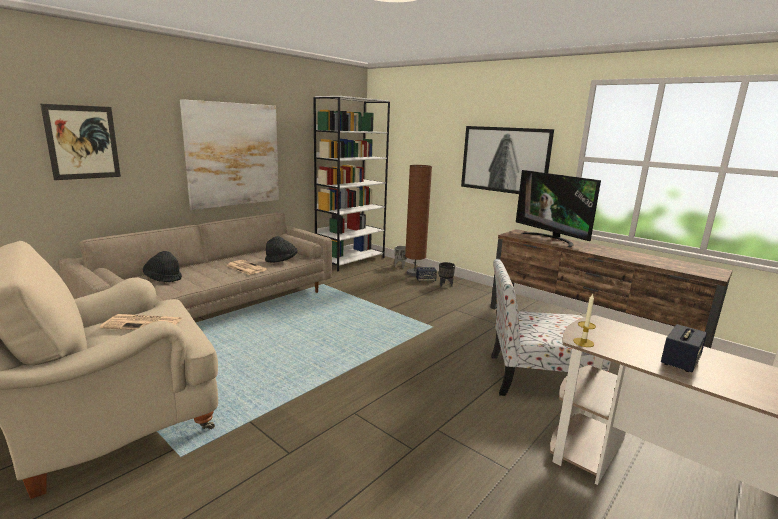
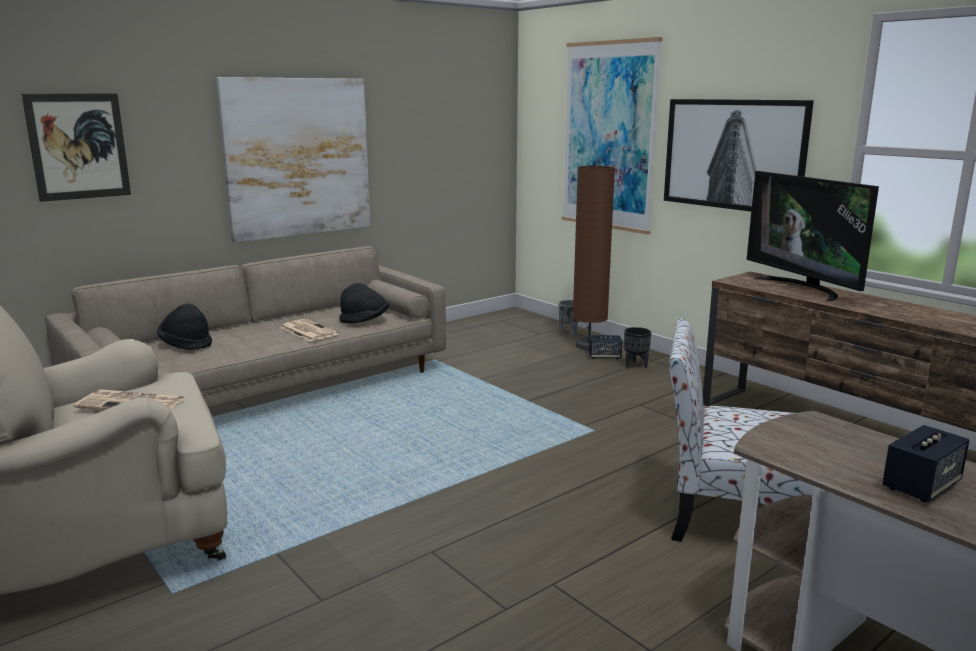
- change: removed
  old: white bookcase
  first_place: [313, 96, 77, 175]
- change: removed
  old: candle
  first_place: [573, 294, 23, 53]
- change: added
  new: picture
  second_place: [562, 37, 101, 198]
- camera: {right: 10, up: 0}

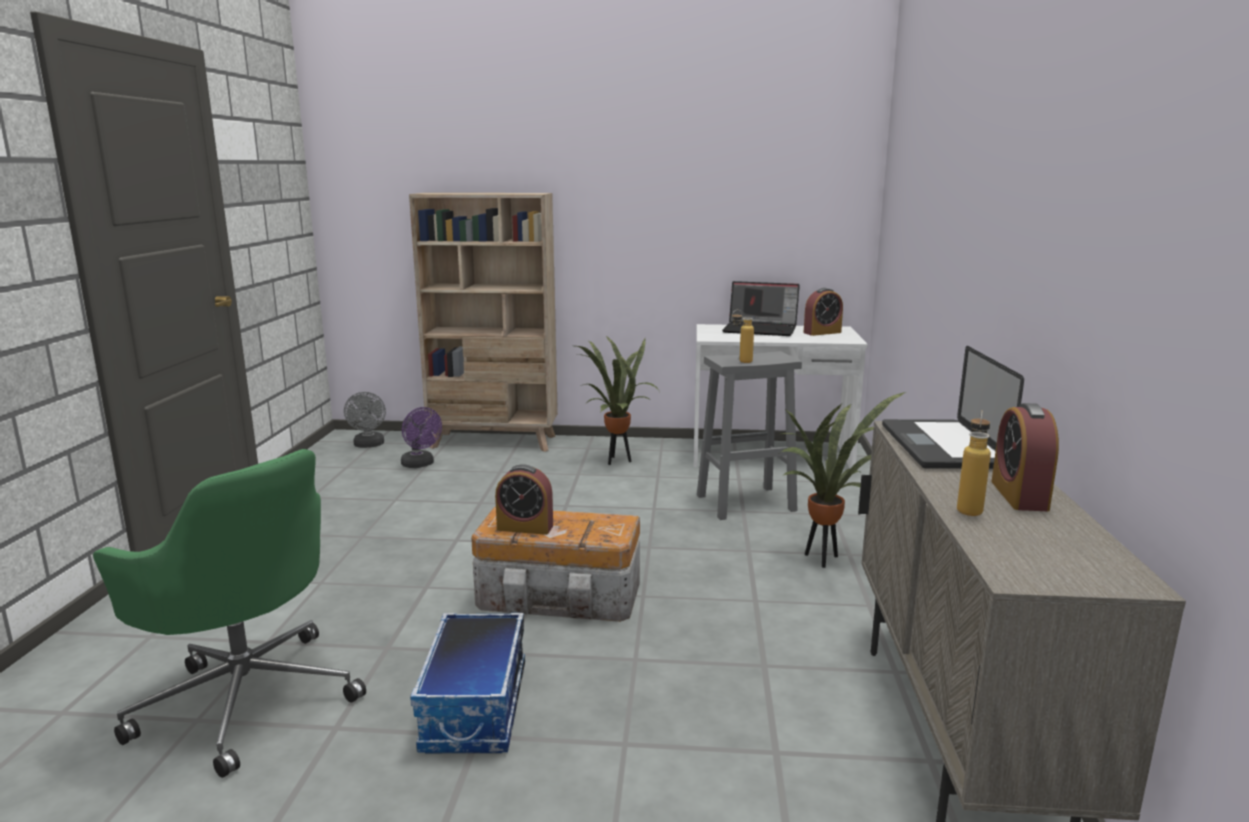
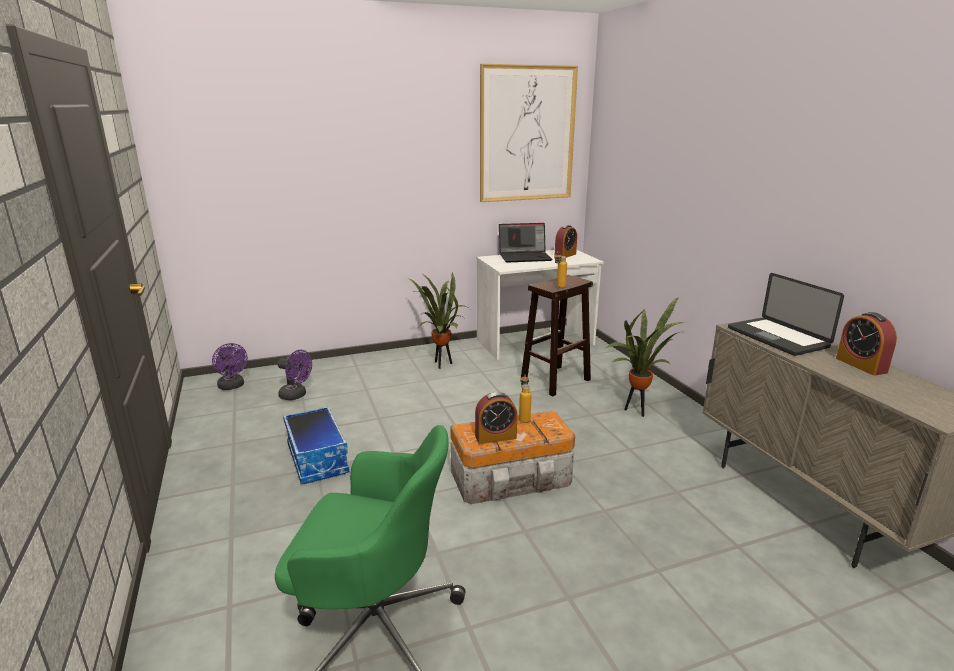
- change: recoloured
  old: grey fan
  new: purple fan
  first_place: [344, 392, 42, 56]
  second_place: [212, 343, 36, 47]
- change: removed
  old: beige bookcase
  first_place: [409, 193, 149, 259]
- change: moved
  old: storage box
  first_place: [410, 613, 115, 140]
  second_place: [283, 406, 66, 78]
- change: recoloured
  old: grey stool
  new: brown stool
  first_place: [697, 351, 105, 169]
  second_place: [521, 275, 72, 121]
- change: moved
  old: bottle
  first_place: [957, 410, 34, 106]
  second_place: [519, 373, 12, 50]
- change: added
  new: picture
  second_place: [480, 64, 98, 138]
- camera: {right: -25, up: 5}

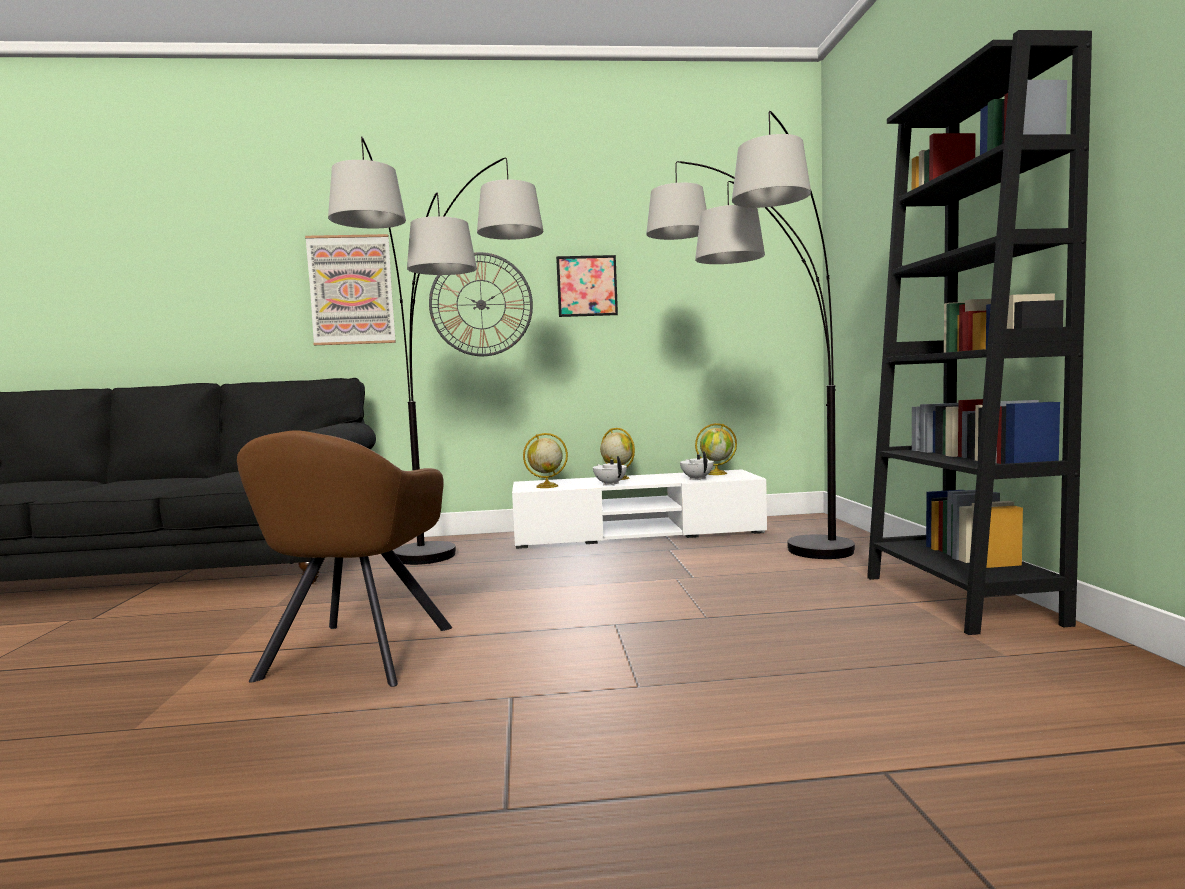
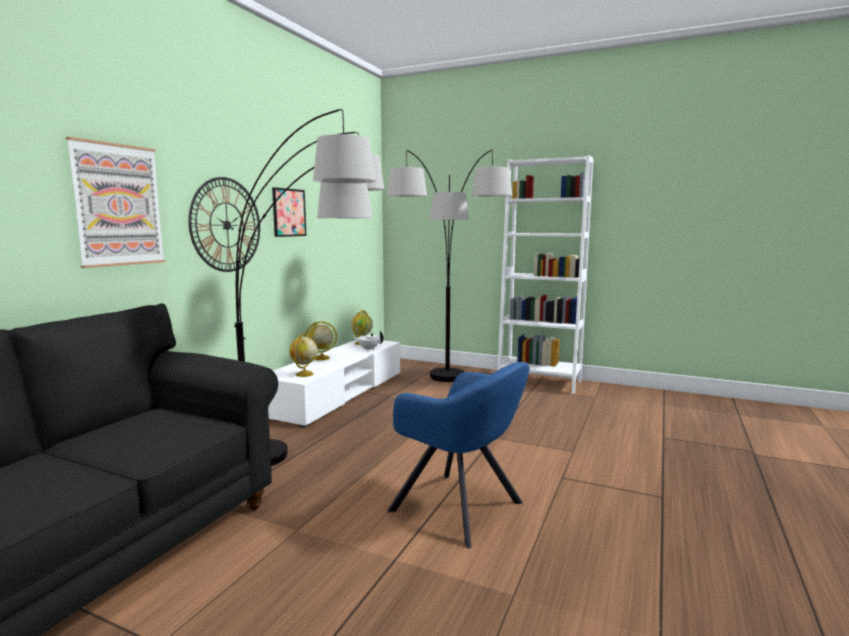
- change: recoloured
  old: brown armchair
  new: blue armchair
  first_place: [237, 430, 215, 257]
  second_place: [387, 362, 143, 186]
- change: removed
  old: white teapot
  first_place: [593, 456, 34, 30]
- change: recoloured
  old: black bookcase
  new: white bookcase
  first_place: [867, 30, 225, 605]
  second_place: [498, 155, 95, 239]
- camera: {right: -60, up: 5}

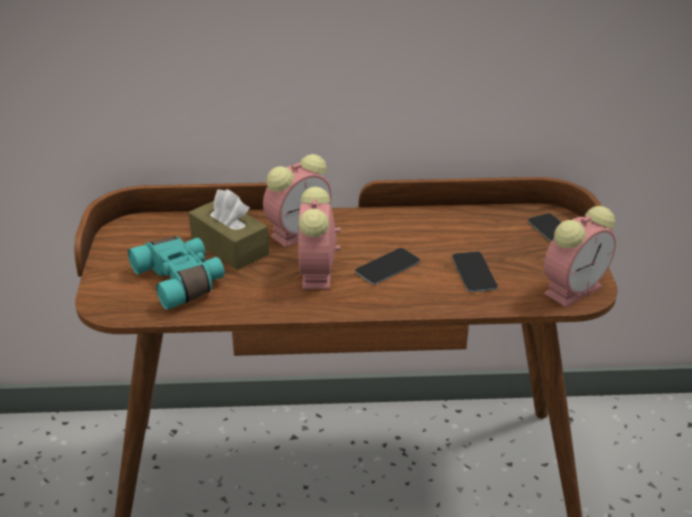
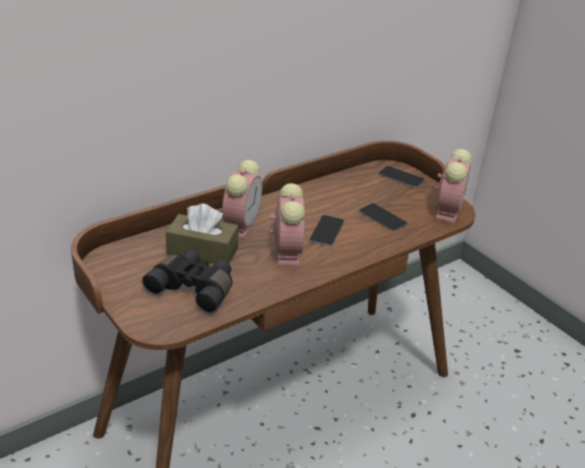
- change: recoloured
  old: turquoise binoculars
  new: black binoculars
  first_place: [128, 236, 97, 74]
  second_place: [142, 250, 90, 63]
- change: turned
  old: alarm clock
  first_place: [298, 187, 43, 102]
  second_place: [270, 183, 35, 83]
  degrees: -150
- camera: {right: -35, up: 0}

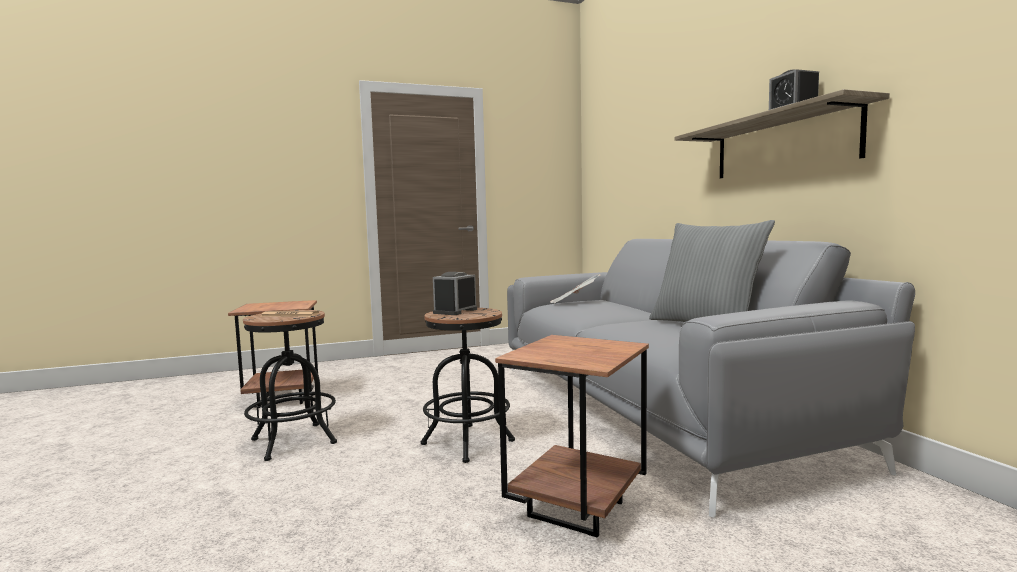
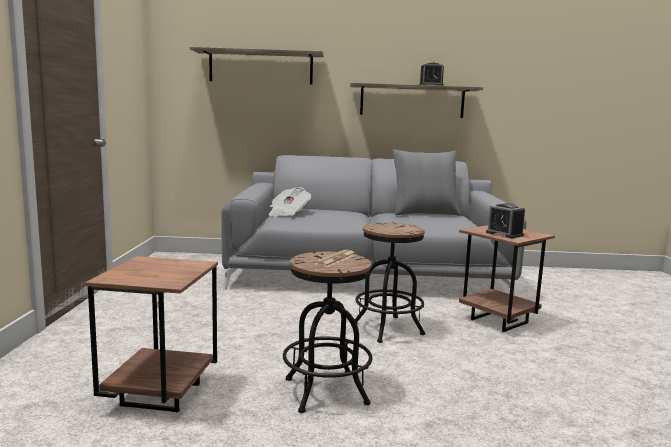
- change: moved
  old: alarm clock
  first_place: [433, 272, 44, 43]
  second_place: [486, 203, 39, 35]
- change: added
  new: shelf
  second_place: [190, 47, 134, 38]
- camera: {right: -70, up: 5}

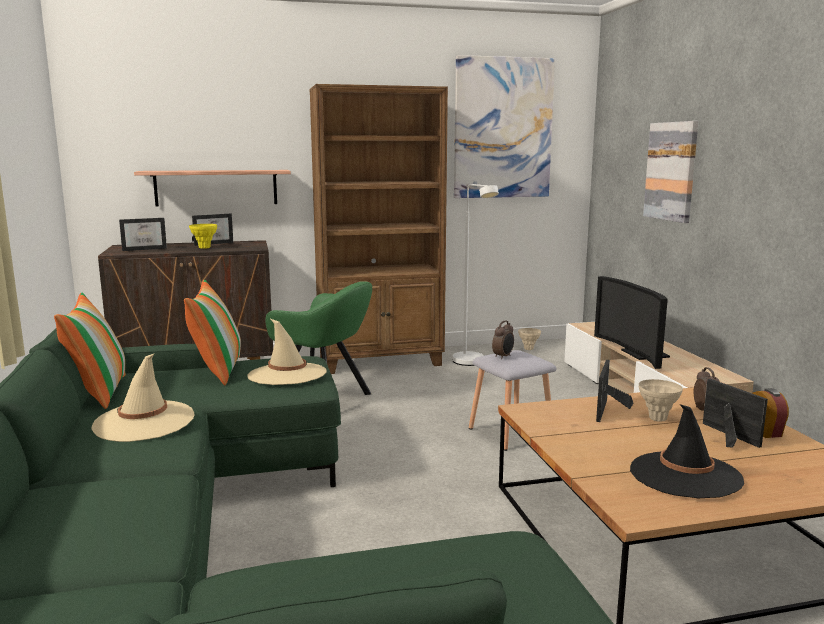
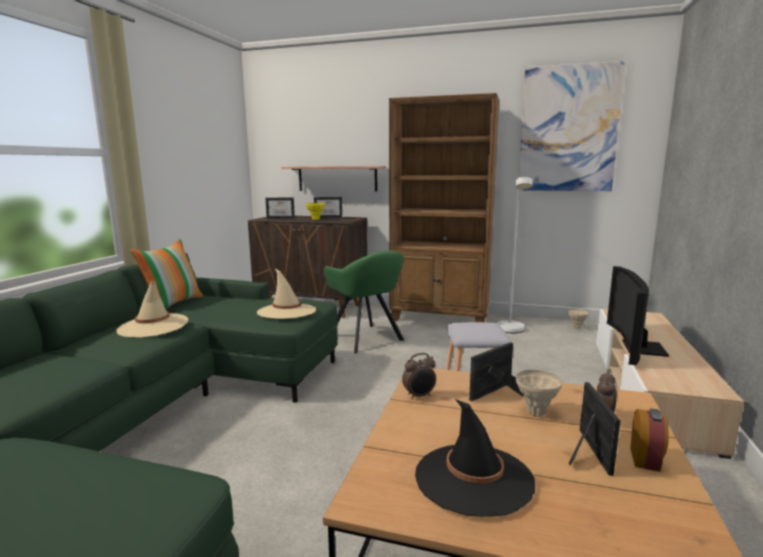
- change: removed
  old: pillow
  first_place: [184, 279, 57, 106]
- change: moved
  old: alarm clock
  first_place: [492, 321, 22, 38]
  second_place: [402, 353, 34, 47]
- change: removed
  old: picture
  first_place: [643, 121, 56, 102]
- camera: {right: 30, up: 0}

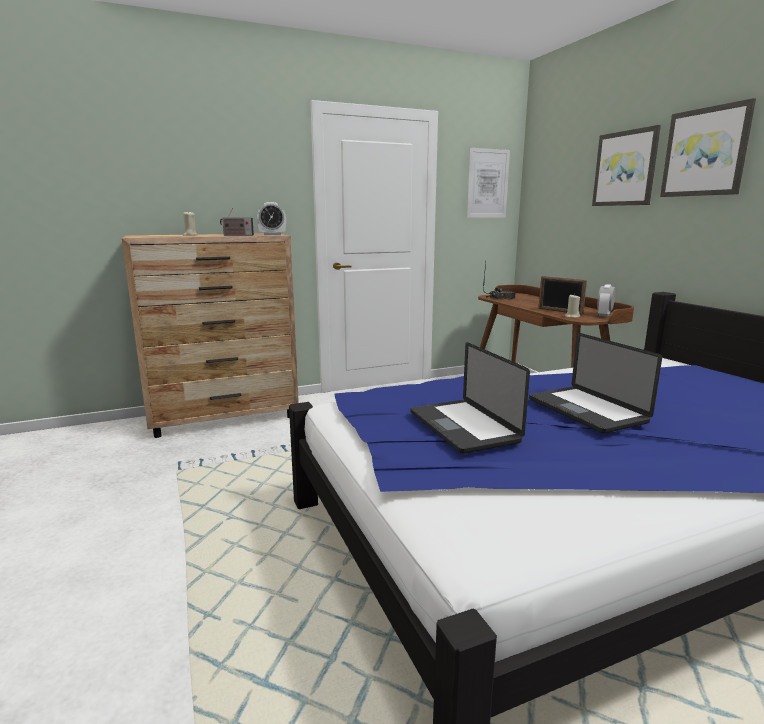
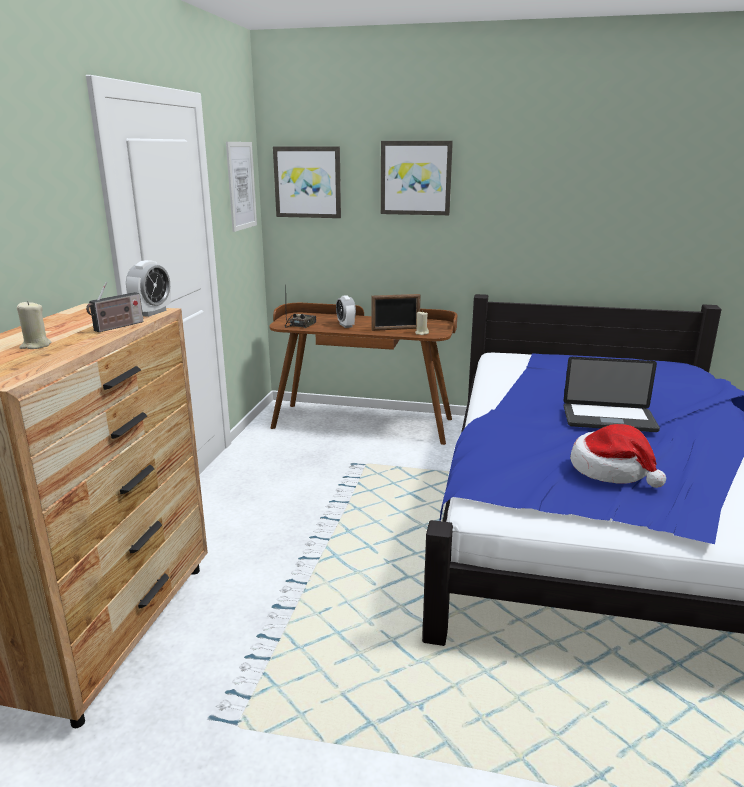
- change: replaced
  old: laptop
  new: hat
  first_place: [410, 342, 120, 112]
  second_place: [570, 424, 96, 64]
- change: moved
  old: alarm clock
  first_place: [597, 284, 19, 33]
  second_place: [336, 295, 20, 33]
- change: moved
  old: picture
  first_place: [660, 98, 96, 99]
  second_place: [273, 146, 68, 72]
- camera: {right: -55, up: 5}

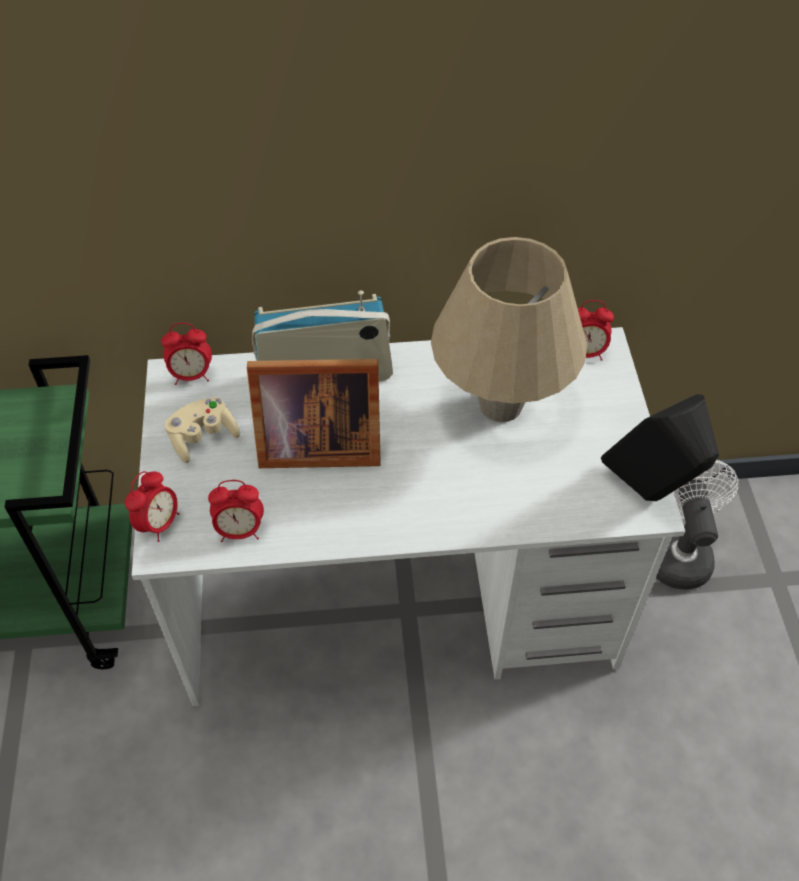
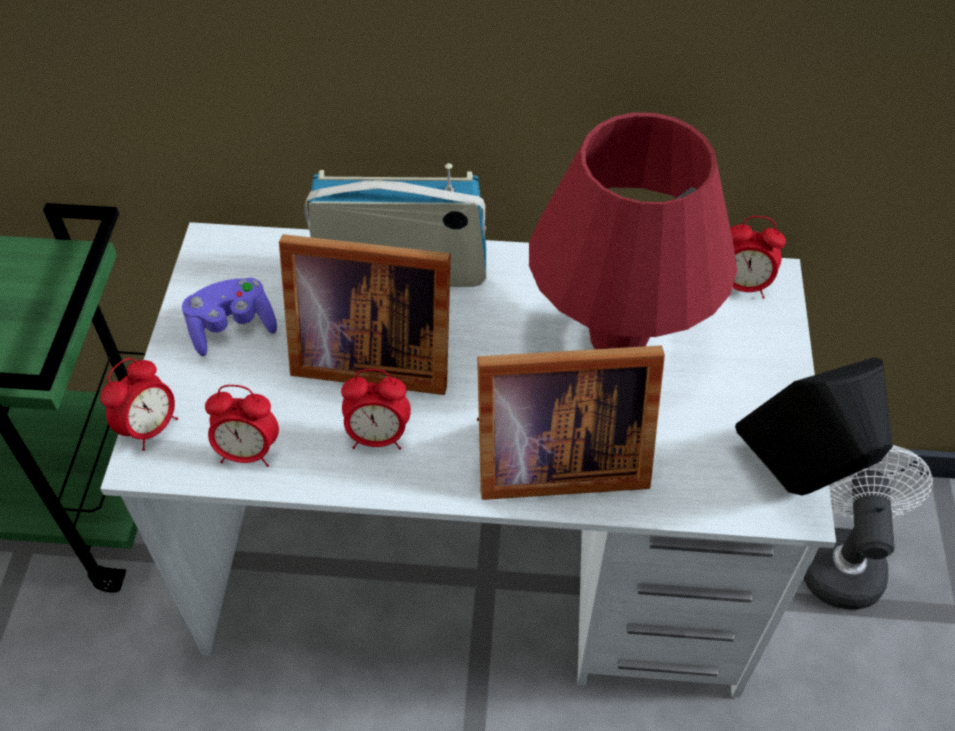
- change: moved
  old: alarm clock
  first_place: [161, 323, 51, 62]
  second_place: [341, 369, 70, 81]
- change: recoloured
  old: beige game controller
  new: purple game controller
  first_place: [165, 397, 75, 66]
  second_place: [182, 278, 95, 78]
- change: recoloured
  old: beige table lamp
  new: red table lamp
  first_place: [431, 237, 156, 185]
  second_place: [529, 112, 208, 237]
- change: added
  new: picture frame
  second_place: [477, 345, 188, 155]
- camera: {right: 10, up: 0}

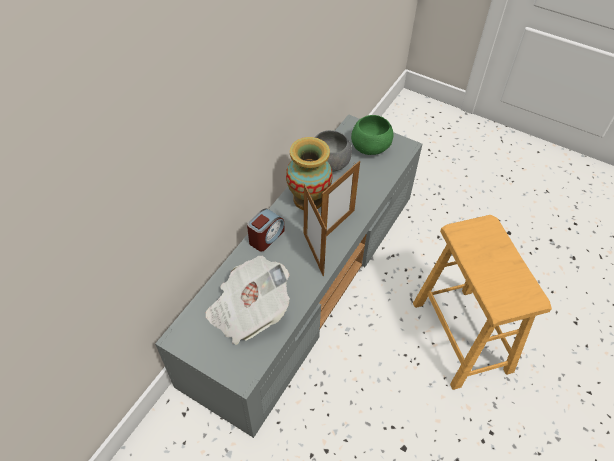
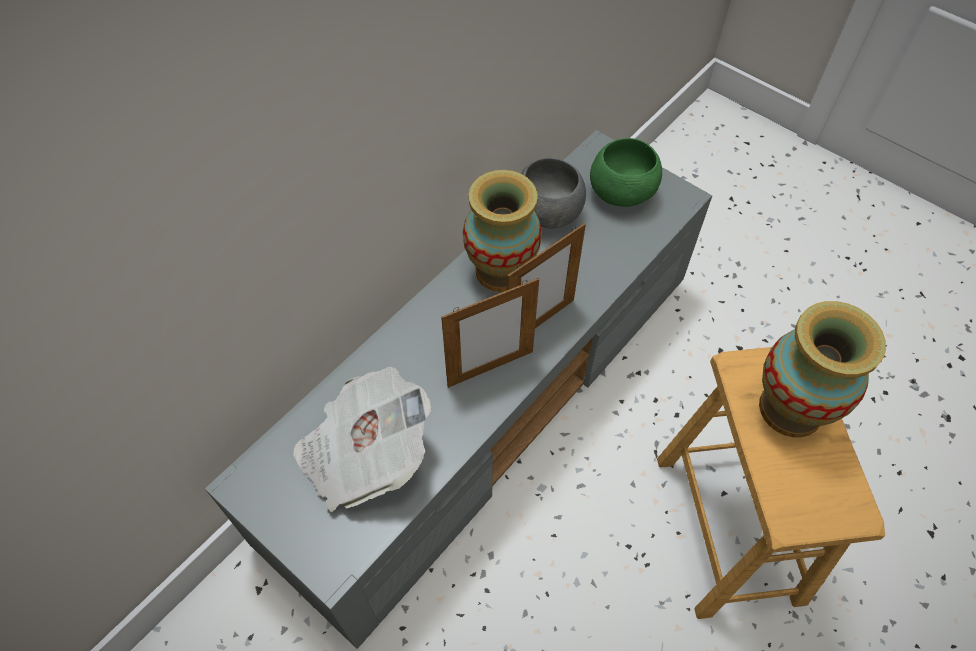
- change: removed
  old: alarm clock
  first_place: [247, 208, 38, 43]
- change: turned
  old: picture frame
  first_place: [304, 184, 23, 92]
  second_place: [441, 278, 98, 110]
  degrees: -105
- change: added
  new: vase
  second_place: [759, 301, 127, 136]
- camera: {right: 10, up: 5}

